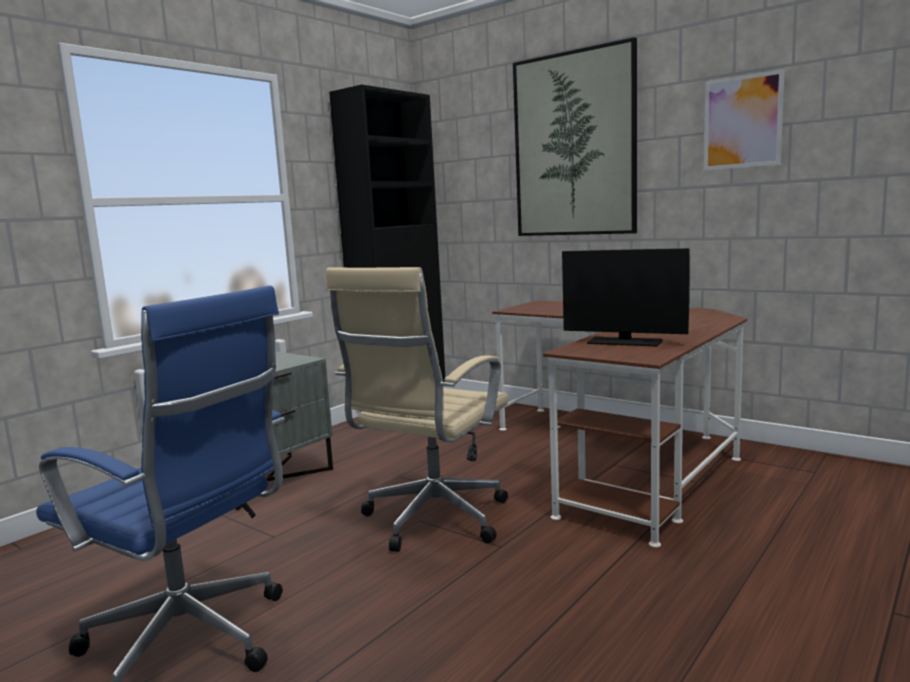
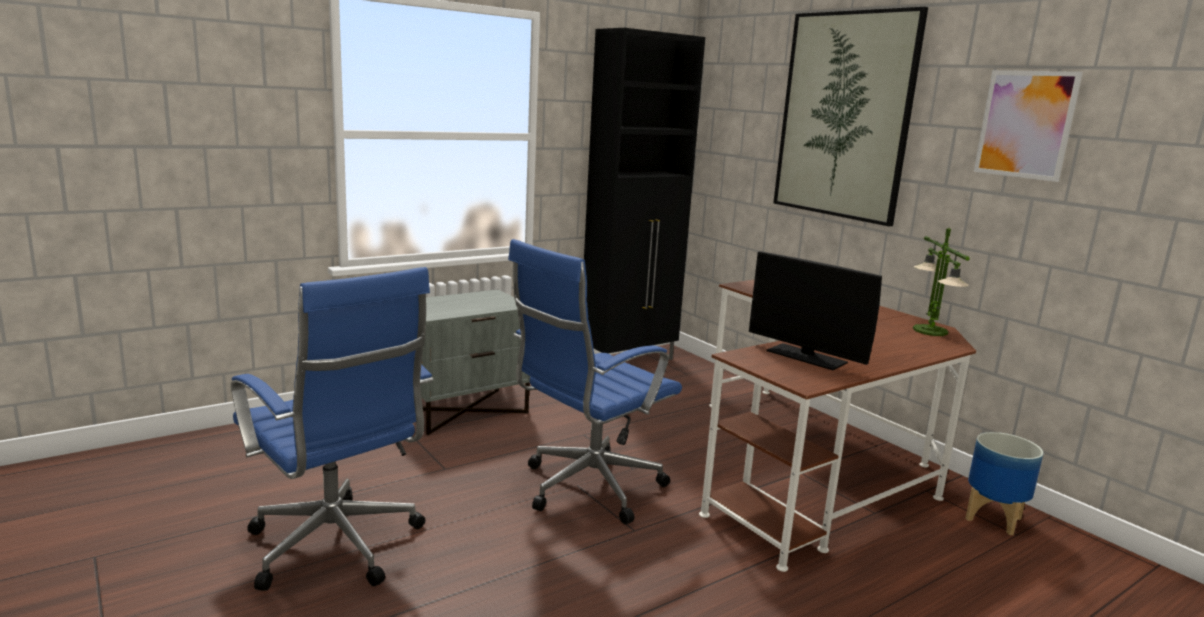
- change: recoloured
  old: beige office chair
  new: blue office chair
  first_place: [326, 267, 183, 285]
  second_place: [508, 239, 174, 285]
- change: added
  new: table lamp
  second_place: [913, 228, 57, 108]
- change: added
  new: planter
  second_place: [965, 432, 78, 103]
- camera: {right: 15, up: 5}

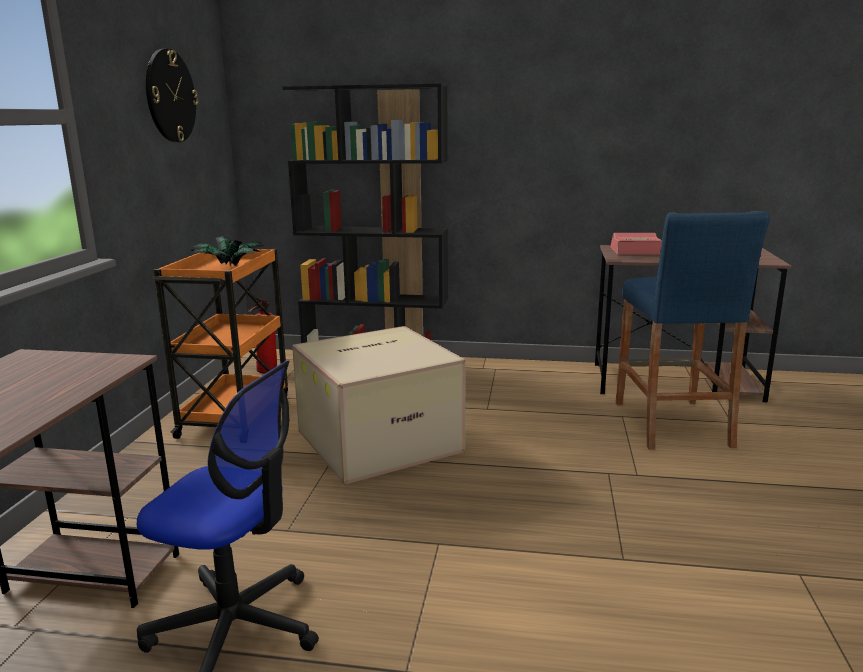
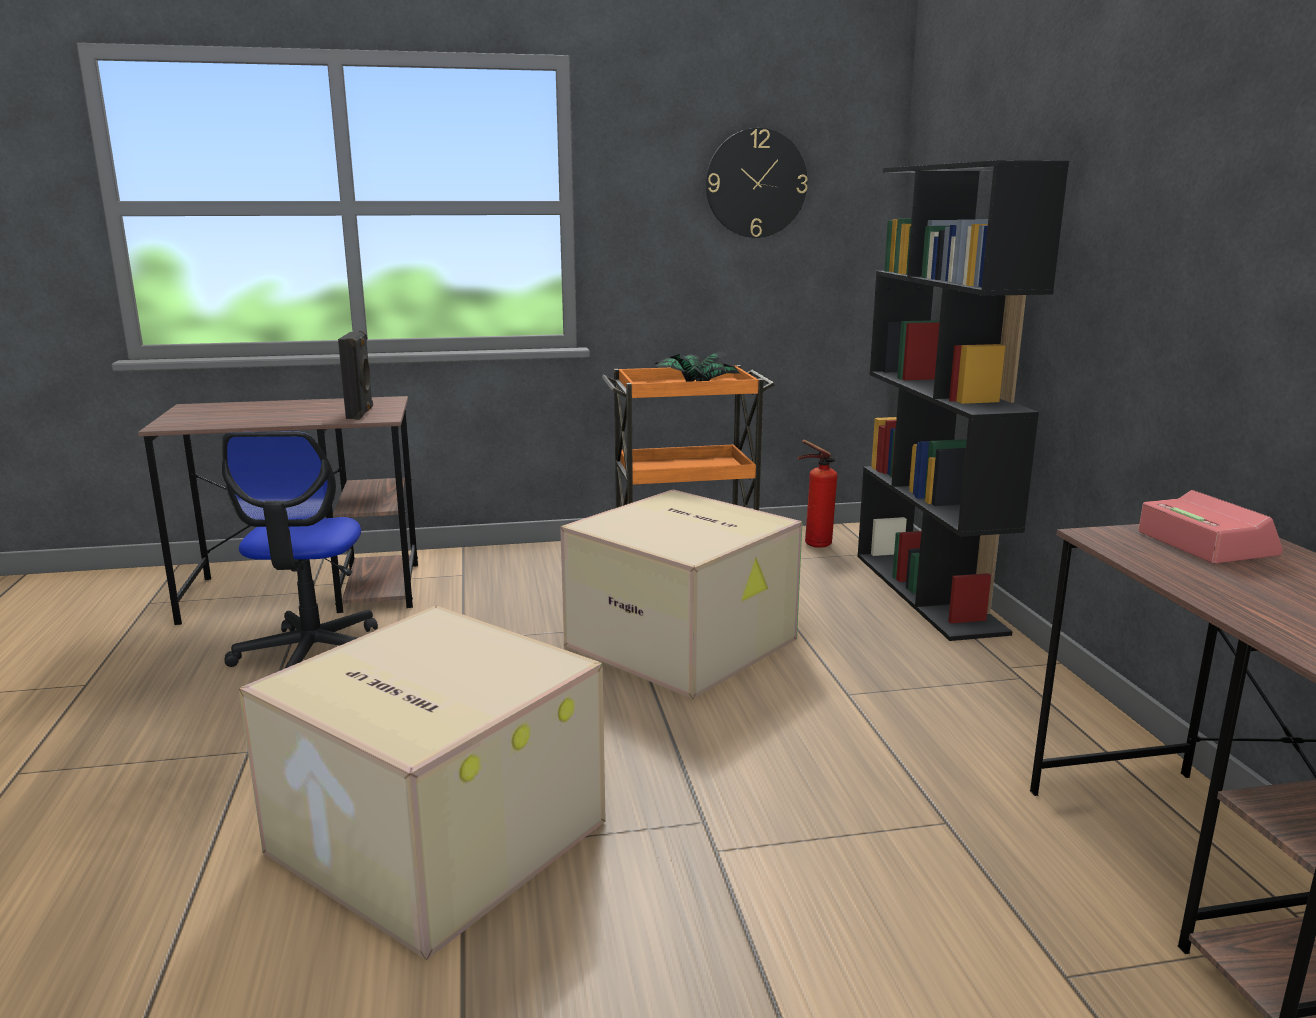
- change: removed
  old: blue stool
  first_place: [616, 212, 154, 238]
- change: added
  new: cardboard box
  second_place: [239, 605, 367, 355]
- change: added
  new: black speaker
  second_place: [338, 331, 35, 89]
- camera: {right: 70, up: 0}

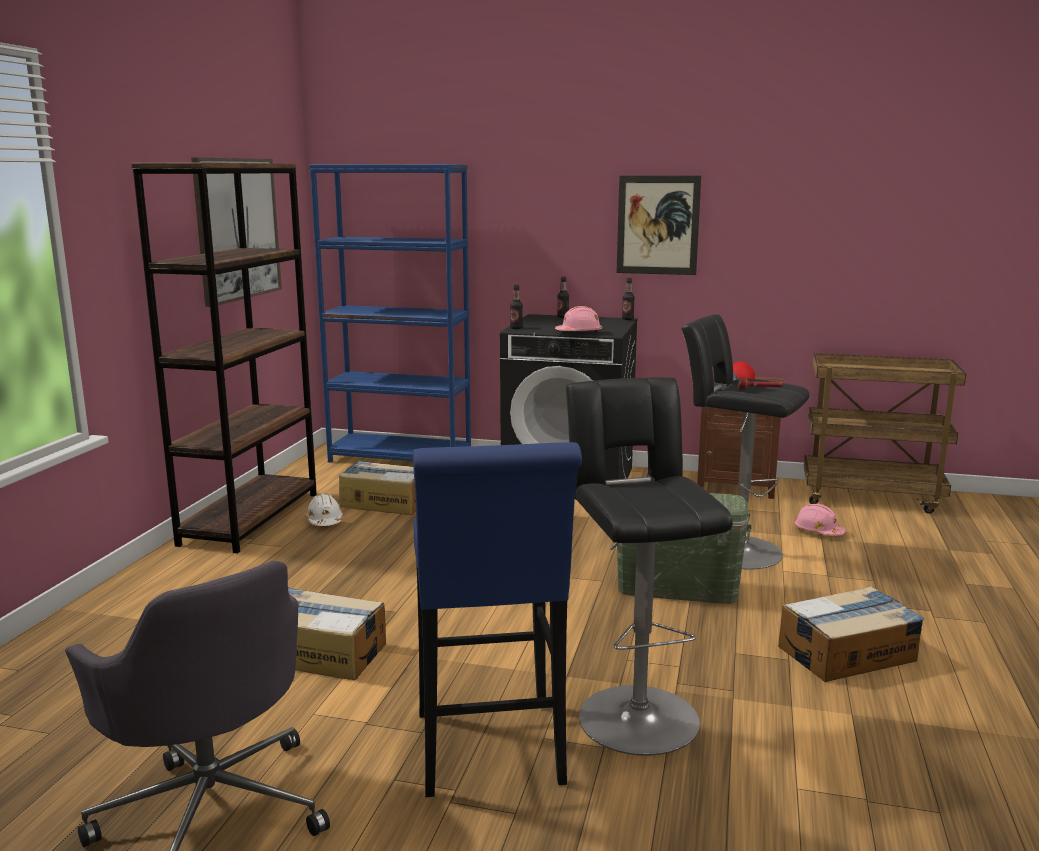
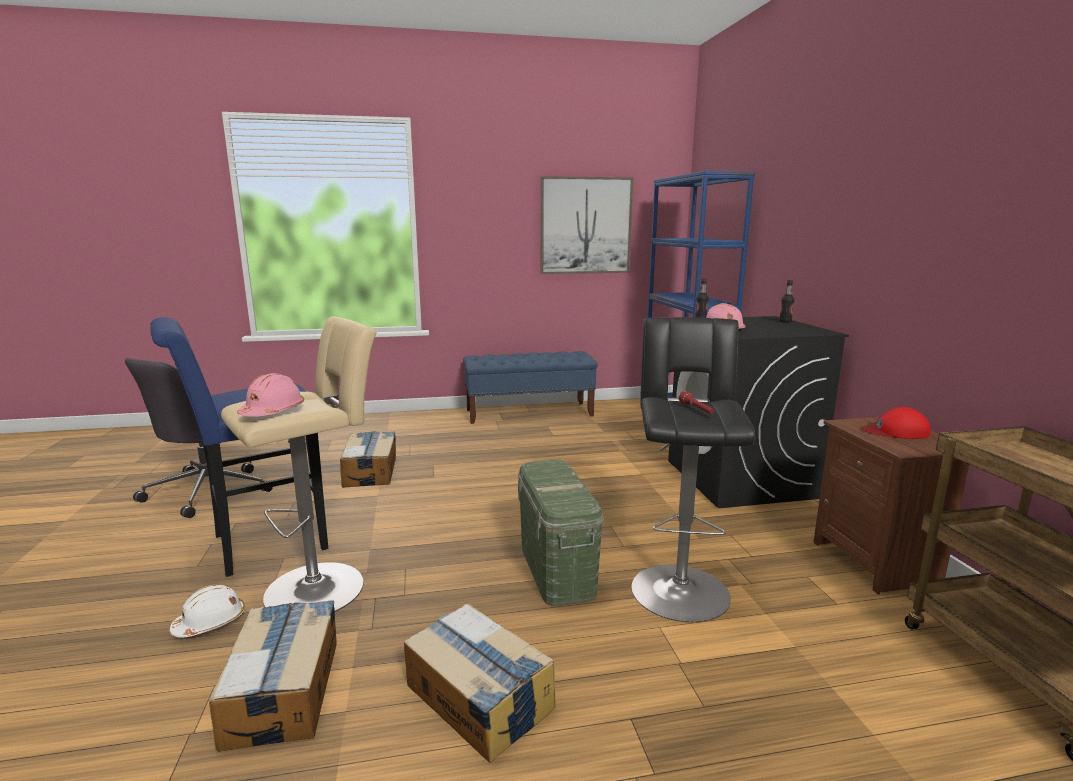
- change: replaced
  old: brown bookcase
  new: blue bench
  first_place: [131, 163, 186, 390]
  second_place: [463, 351, 135, 73]
- change: moved
  old: white hard hat
  first_place: [305, 494, 38, 32]
  second_place: [170, 585, 75, 53]
- change: moved
  old: cardboard box
  first_place: [339, 461, 77, 54]
  second_place: [209, 600, 128, 152]
- change: recoloured
  old: black stool
  new: beige stool
  first_place: [566, 377, 167, 379]
  second_place: [221, 316, 156, 296]
- change: removed
  old: picture
  first_place: [616, 175, 85, 100]
- change: removed
  old: bottle
  first_place: [622, 278, 13, 42]
- change: moved
  old: pink hard hat
  first_place: [793, 504, 52, 32]
  second_place: [237, 373, 67, 44]
- camera: {right: 65, up: 0}

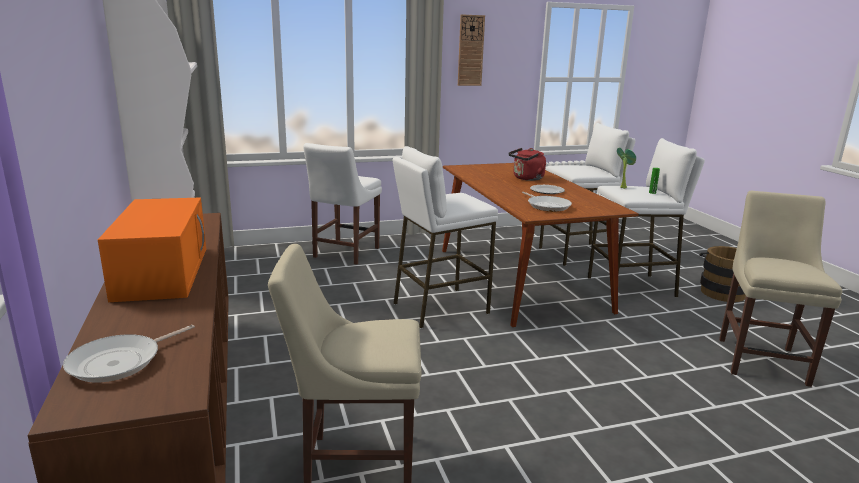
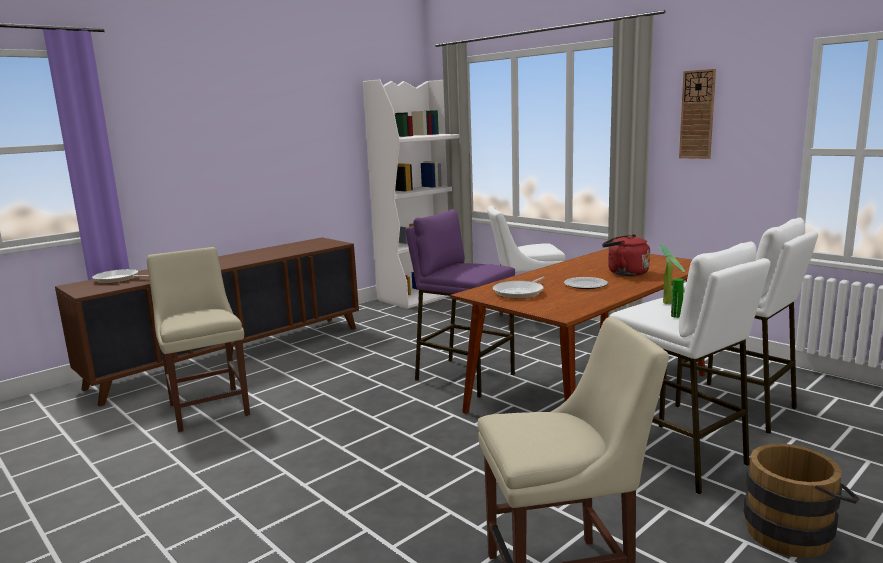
- change: removed
  old: orange microwave
  first_place: [98, 197, 108, 105]
- change: recoloured
  old: white stool
  new: purple stool
  first_place: [393, 146, 105, 183]
  second_place: [405, 209, 110, 189]
- camera: {right: 65, up: -5}

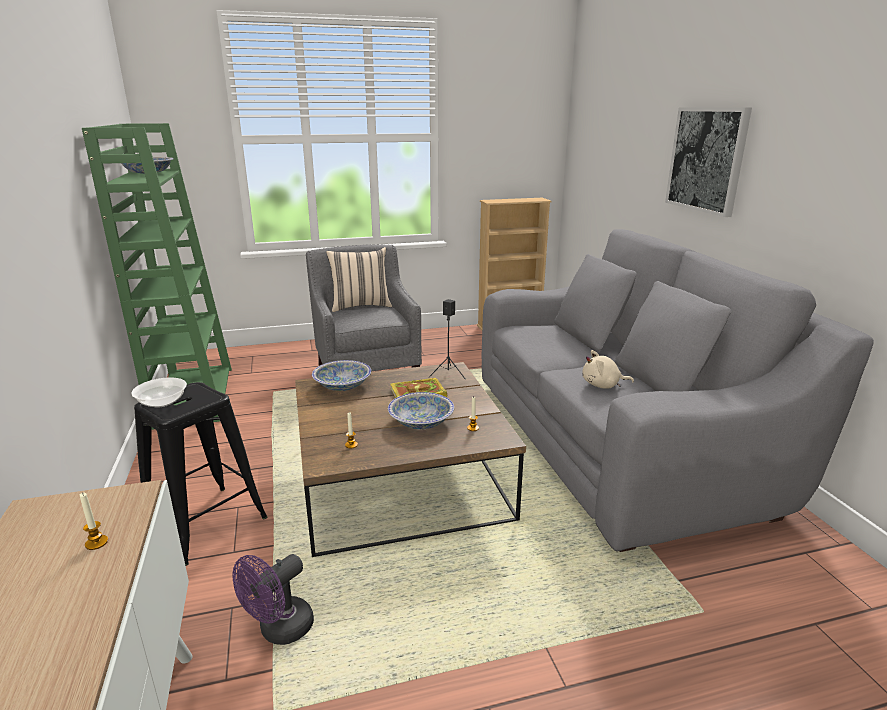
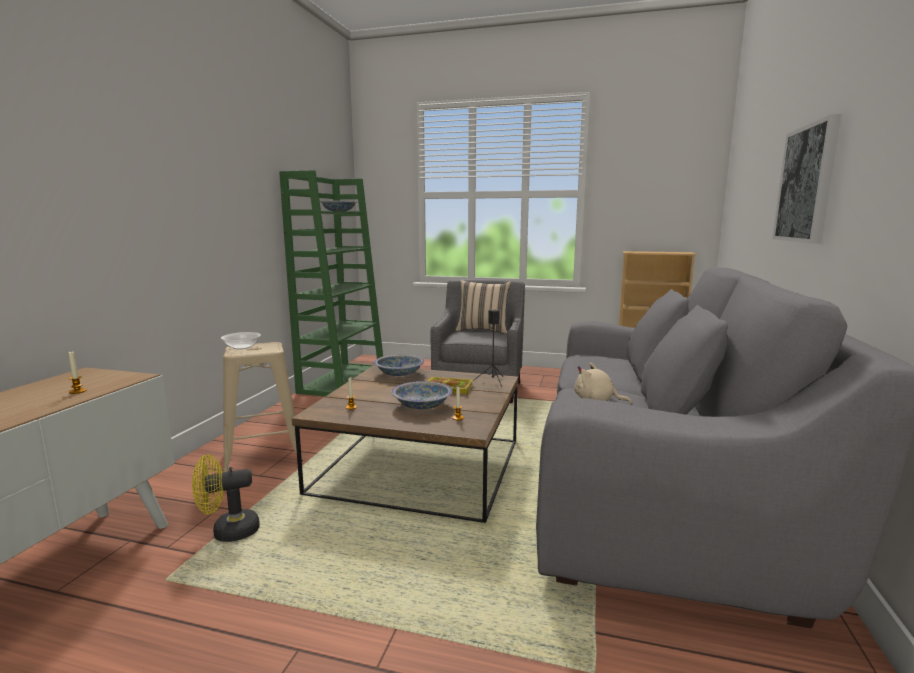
- change: recoloured
  old: black stool
  new: beige stool
  first_place: [134, 382, 133, 184]
  second_place: [223, 342, 80, 131]
- change: recoloured
  old: purple fan
  new: yellow fan
  first_place: [232, 554, 82, 91]
  second_place: [192, 455, 68, 87]
- camera: {right: 30, up: -10}

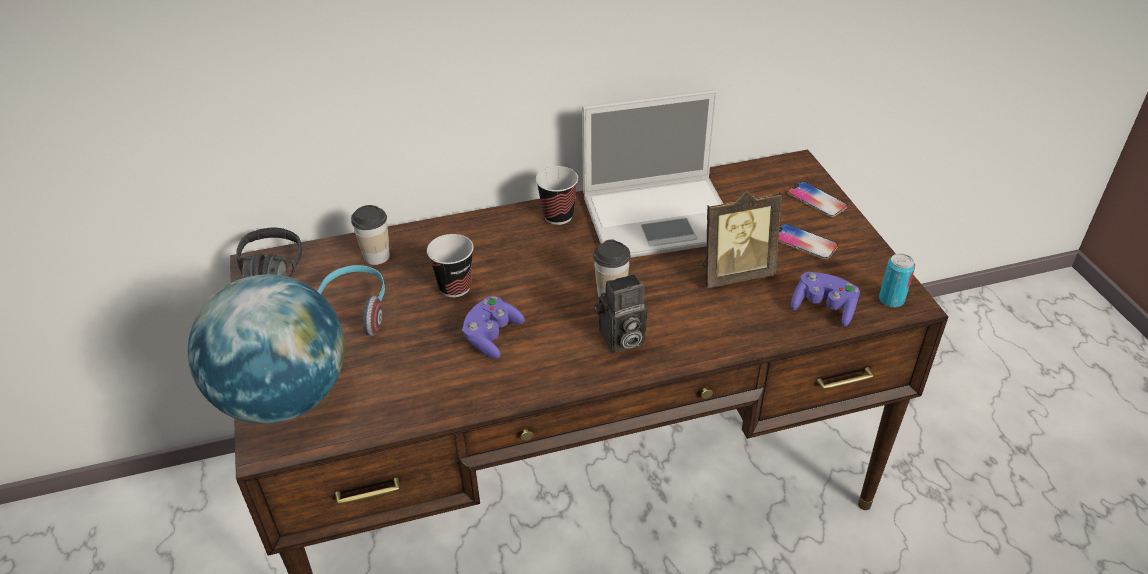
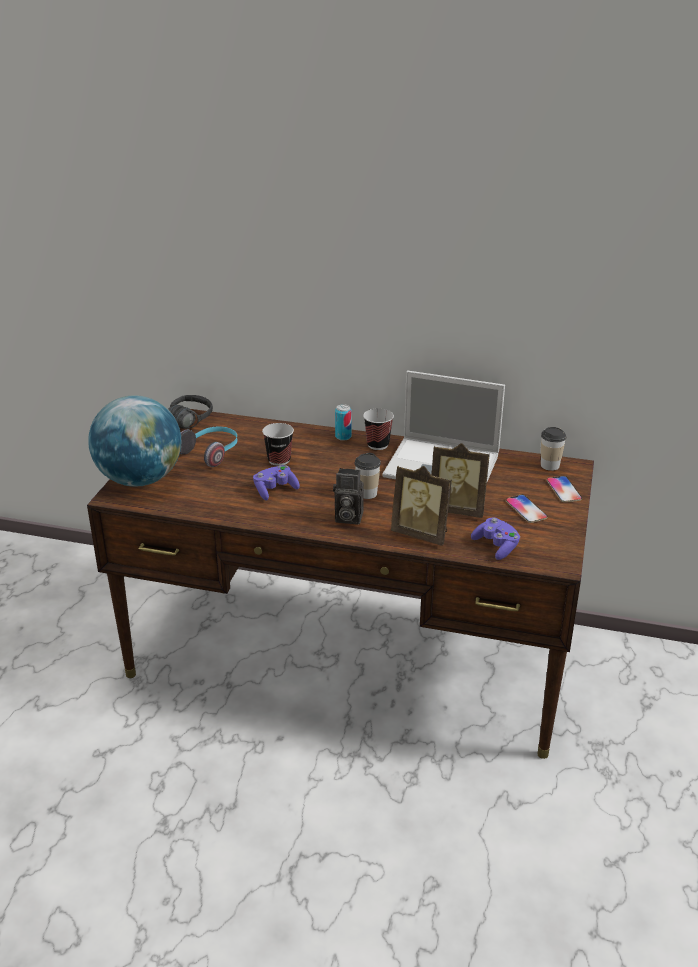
- change: moved
  old: cup
  first_place: [351, 205, 39, 60]
  second_place: [541, 427, 25, 44]
- change: moved
  old: can
  first_place: [879, 253, 36, 55]
  second_place: [335, 404, 17, 37]
- change: added
  new: picture frame
  second_place: [391, 465, 61, 80]
- camera: {right: 30, up: -10}

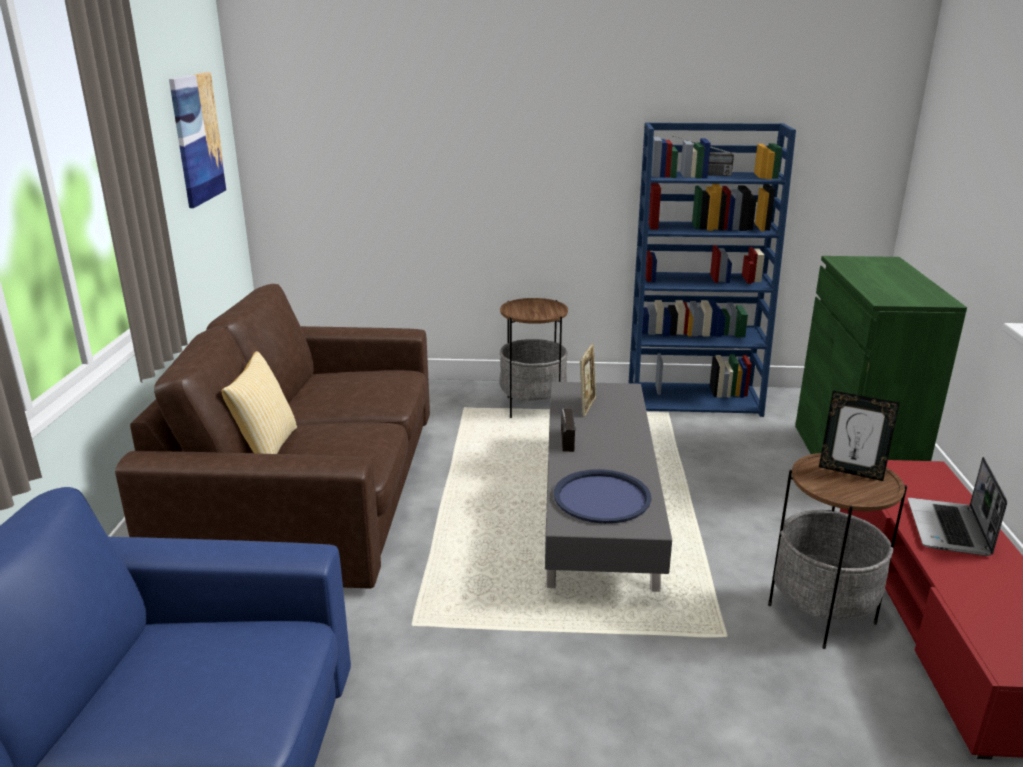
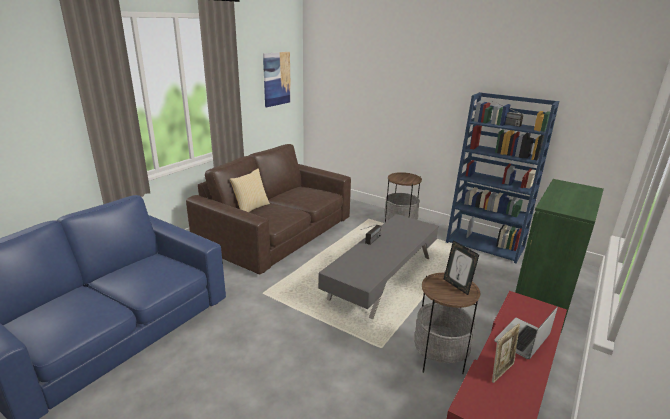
- change: removed
  old: blue tray
  first_place: [554, 469, 97, 55]
- change: moved
  old: picture frame
  first_place: [580, 344, 16, 73]
  second_place: [492, 324, 28, 59]
- camera: {right: 30, up: 0}

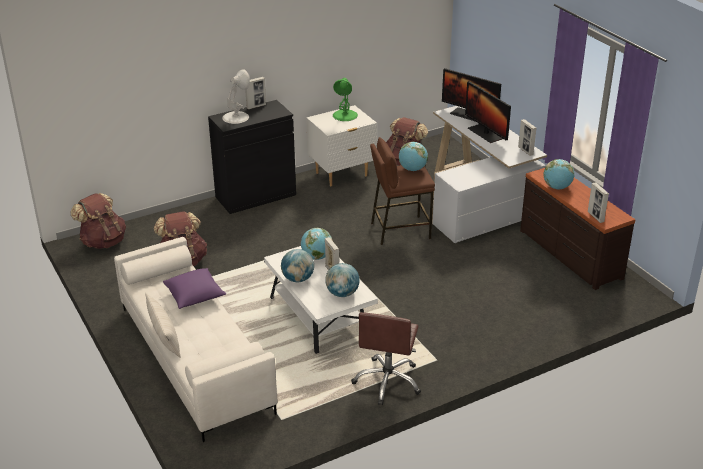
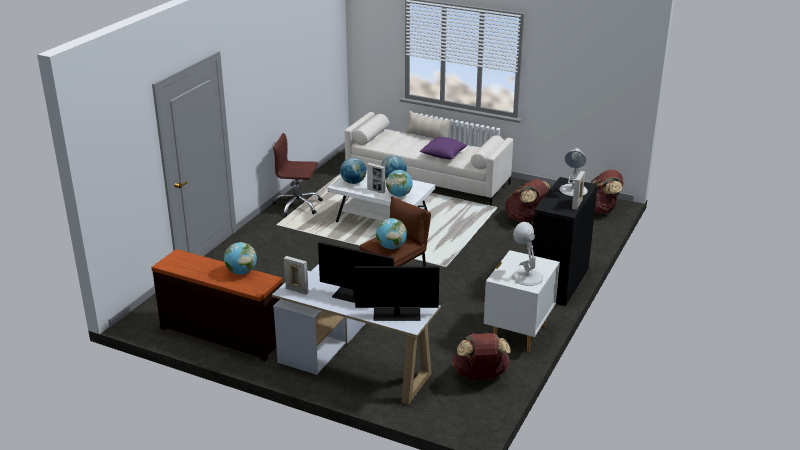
- change: recoloured
  old: green table lamp
  new: white table lamp
  first_place: [333, 78, 25, 43]
  second_place: [512, 222, 31, 64]
- change: turned
  old: brown office chair
  first_place: [351, 312, 70, 93]
  second_place: [272, 133, 51, 84]
  degrees: -60
- change: removed
  old: picture frame
  first_place: [588, 182, 21, 41]
- camera: {right: 145, up: -5}

